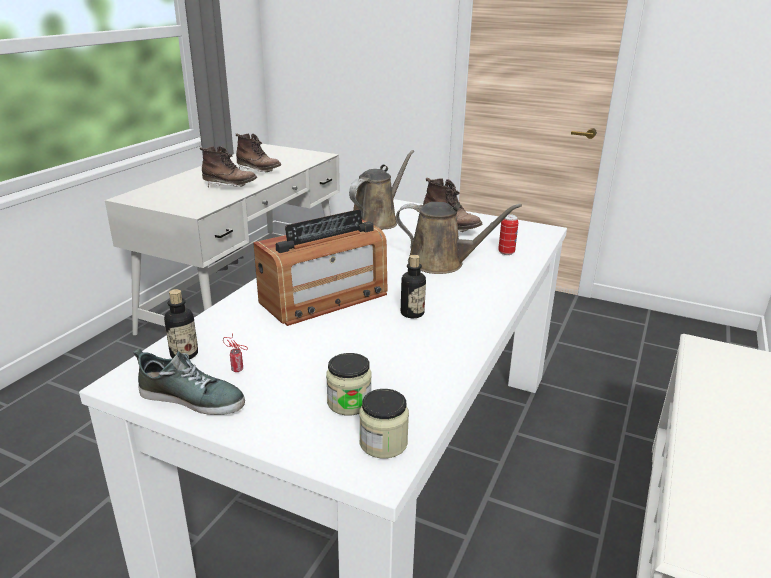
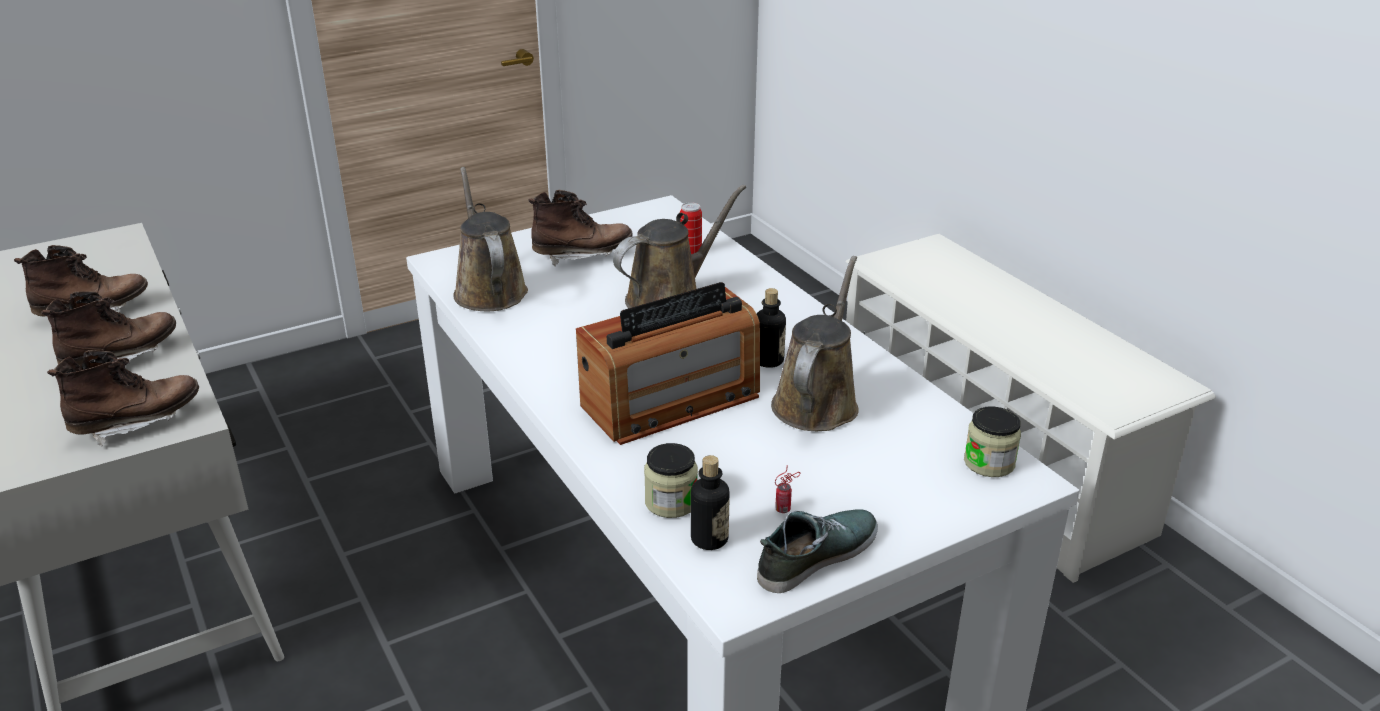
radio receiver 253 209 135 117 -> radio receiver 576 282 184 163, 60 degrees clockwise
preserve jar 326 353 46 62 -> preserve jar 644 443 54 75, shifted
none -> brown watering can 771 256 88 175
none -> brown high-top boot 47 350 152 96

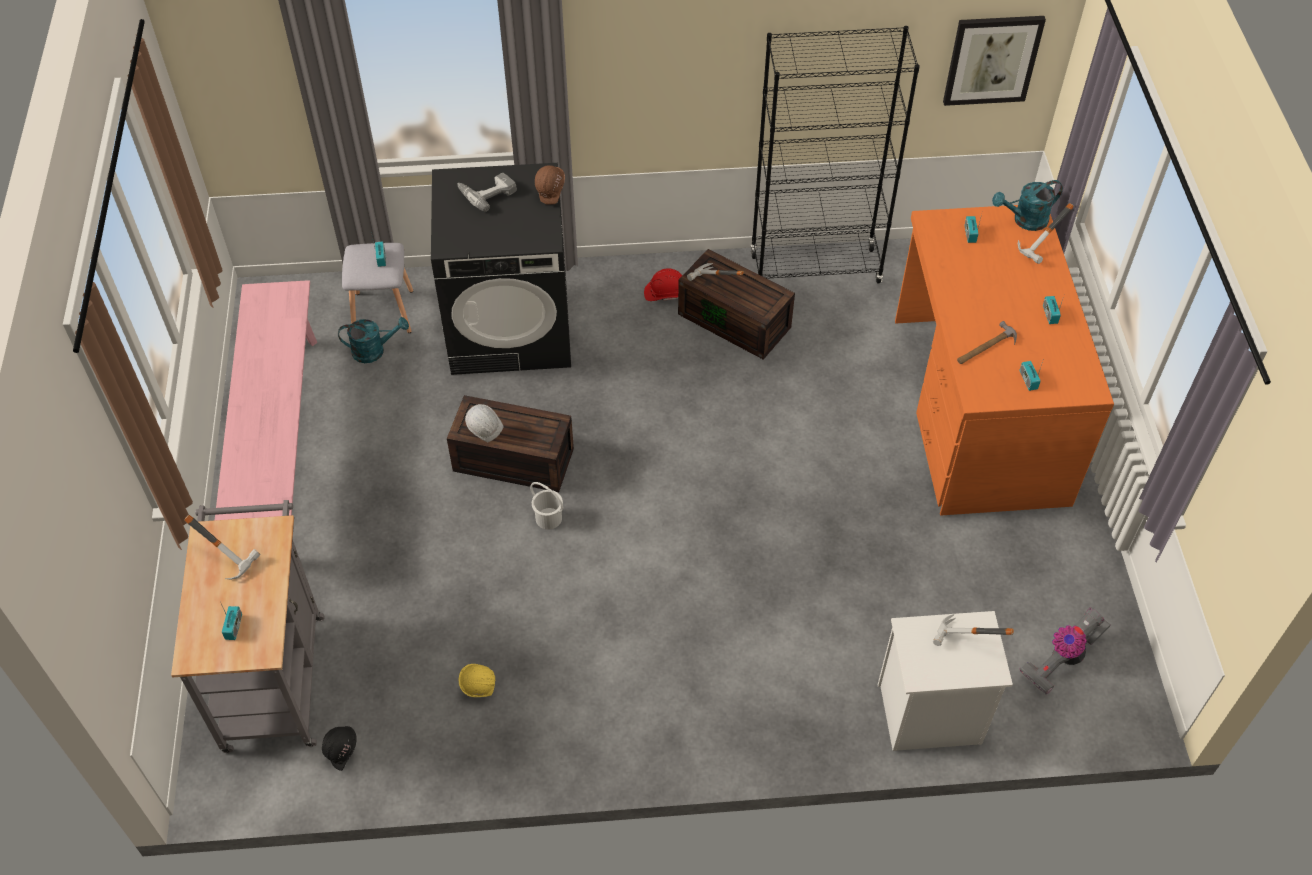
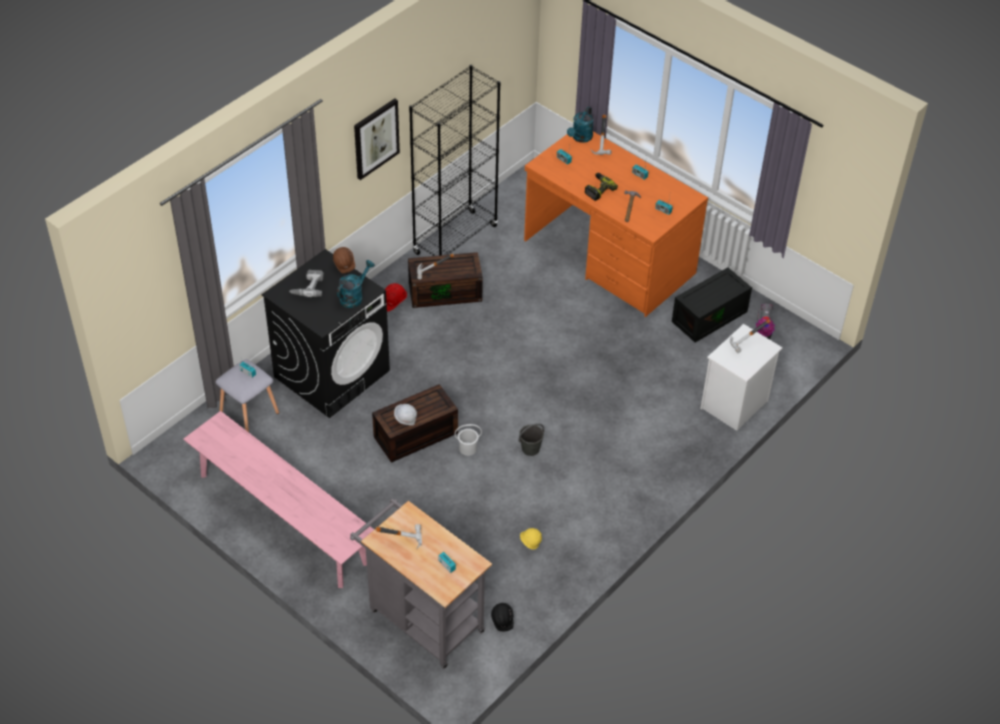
wall art 943 16 103 90 -> wall art 354 98 46 82, shifted
blue-green watering can 338 317 71 46 -> blue-green watering can 337 260 38 48, shifted
none -> electric drill 585 173 33 28
none -> black storage container 672 267 80 76
none -> greyish bucket 519 423 25 33

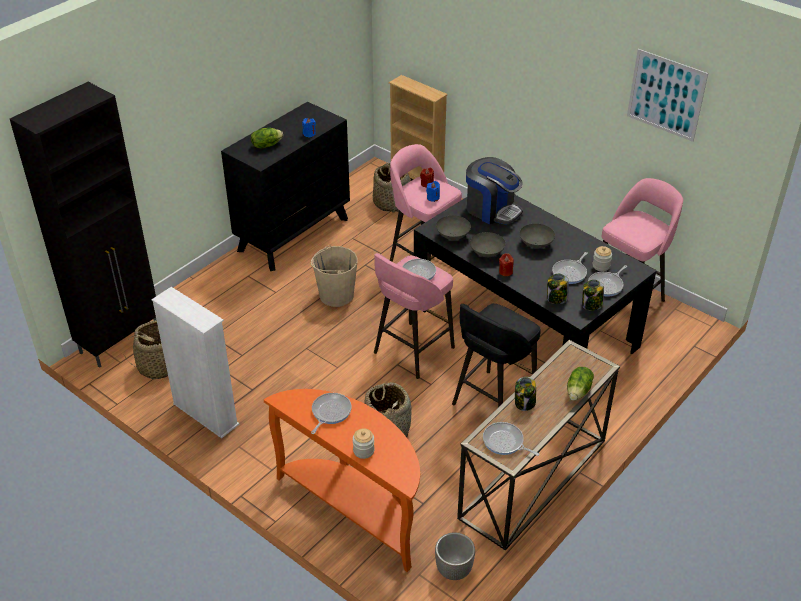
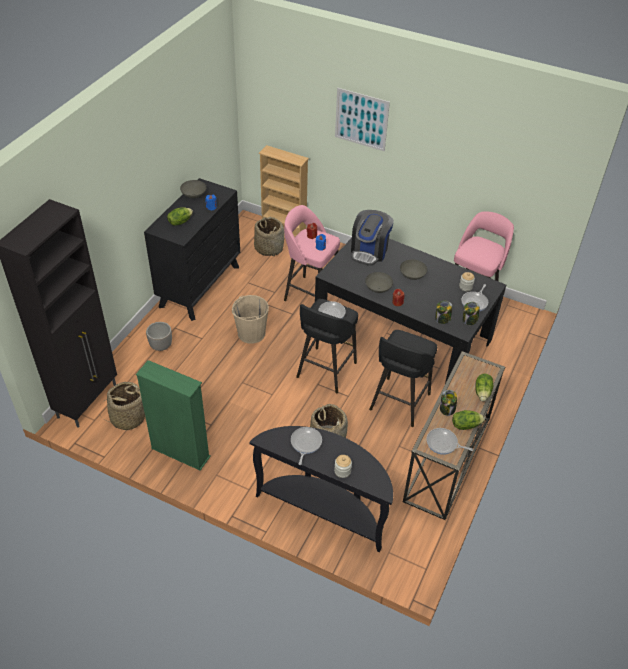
wall art 627 49 81 93 -> wall art 335 88 55 63, shifted
coffee maker 466 157 57 67 -> coffee maker 351 210 43 56, 90 degrees clockwise
greyish bowl 436 216 35 24 -> greyish bowl 180 180 27 18, shifted
pan 552 252 36 32 -> none
pink stool seat 374 253 81 126 -> black stool seat 296 299 62 95
white-coloured bookshelf 151 287 88 151 -> green bookshelf 136 360 75 111
orange-coloured hall table 264 389 156 183 -> black hall table 249 426 144 126
plant pot 435 532 40 48 -> plant pot 146 322 26 29, shifted
none -> head of lettuce 452 410 33 20

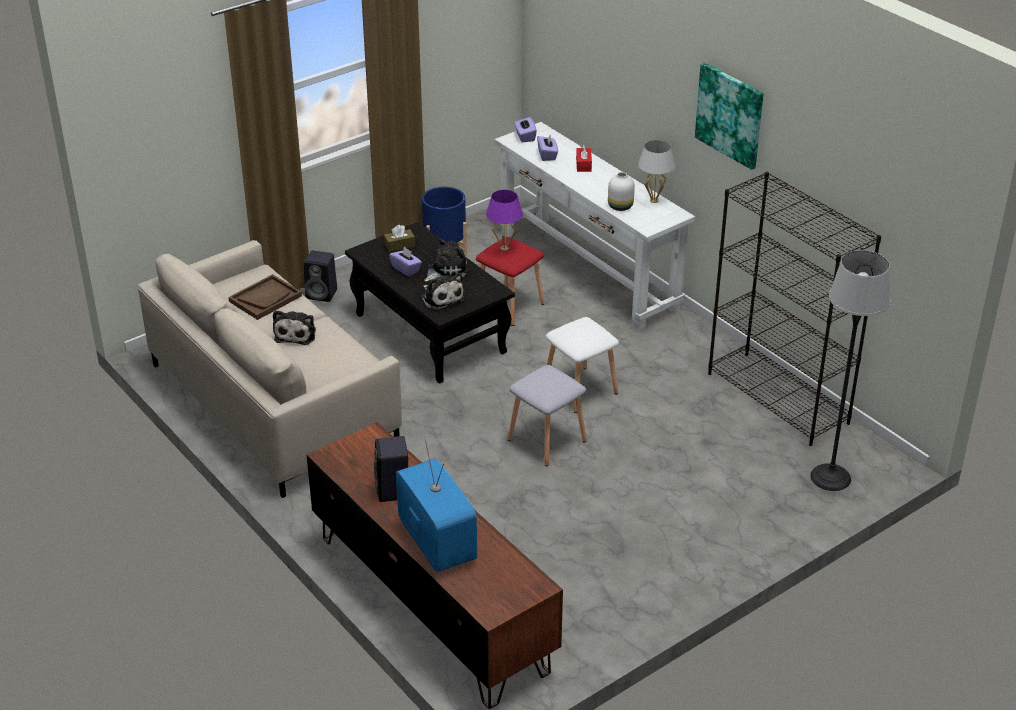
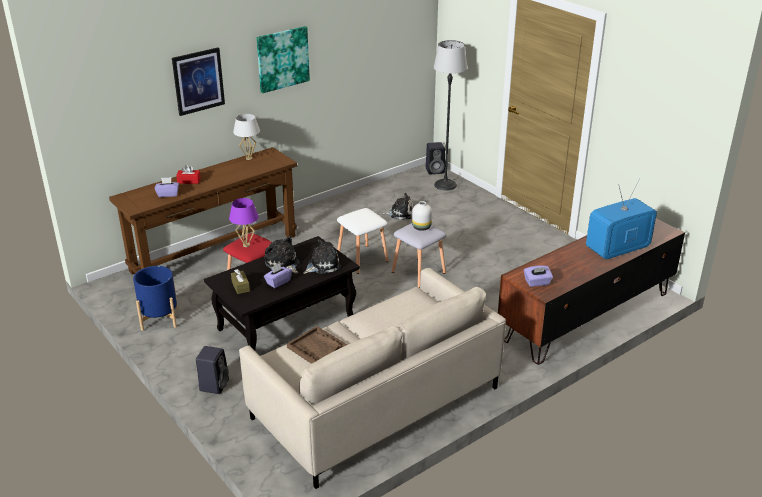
purple tissue holder 514 117 23 26 -> purple tissue holder 524 265 29 22, shifted
white-coloured hall table 495 122 200 208 -> brown hall table 109 147 188 128
white-coloured decorative vase 608 172 27 39 -> white-coloured decorative vase 412 201 20 30, shifted
black bookshelf 708 172 173 274 -> none
plush toy 273 310 43 35 -> plush toy 382 193 31 27, shifted
black speaker 374 436 34 66 -> black speaker 426 142 19 32, shifted
none -> wall art 172 48 53 68

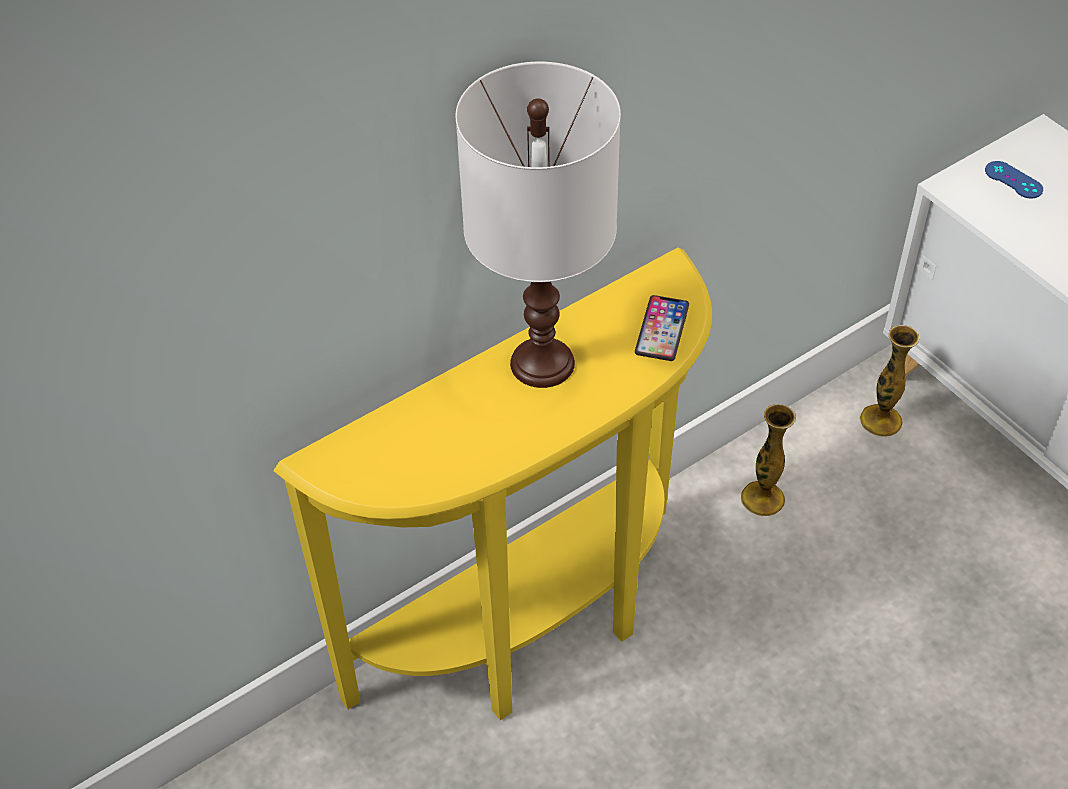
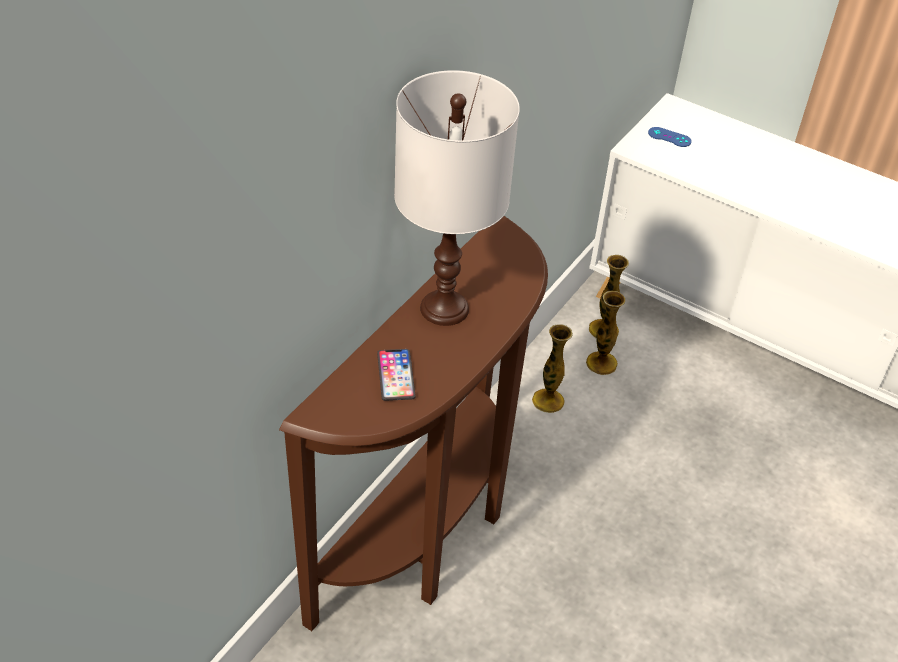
yellowish hall table 273 247 439 473 -> brown hall table 279 216 269 415
phone 635 295 54 66 -> phone 377 349 39 52, shifted
none -> decorative vase 586 291 39 84

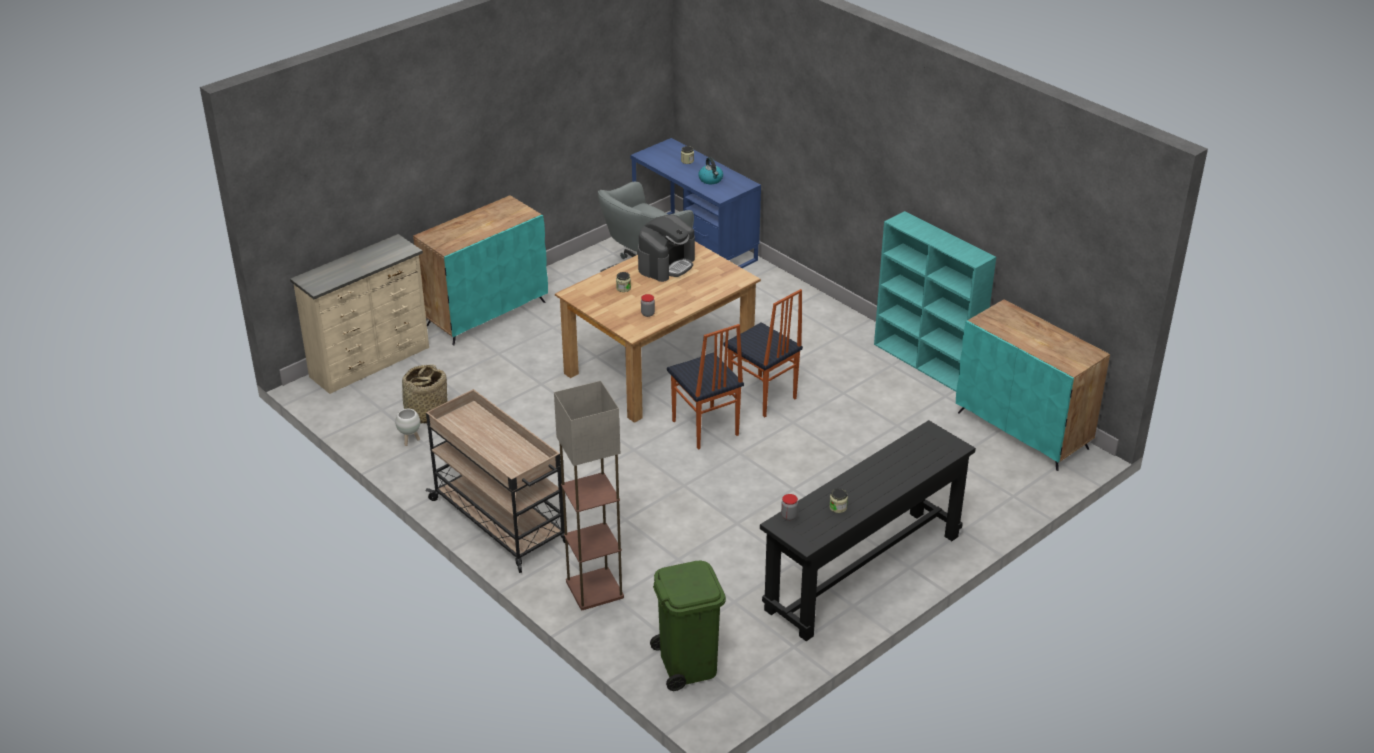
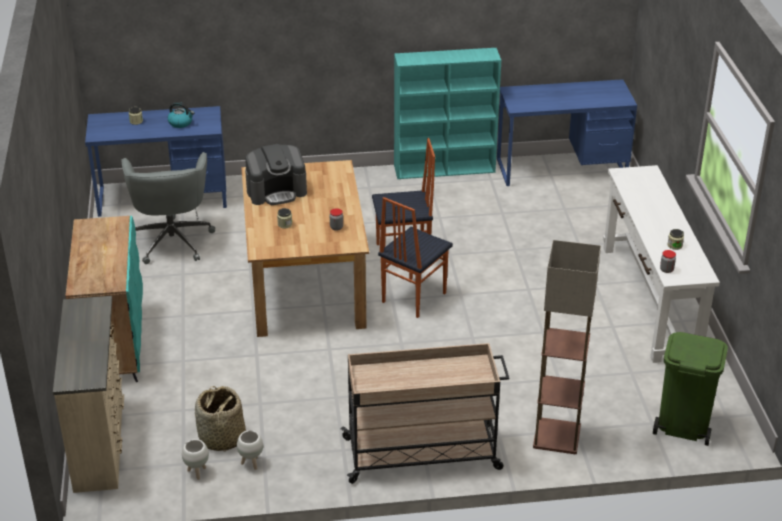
coffee maker 638 215 57 67 -> coffee maker 245 144 62 61, 90 degrees clockwise
blue-green cabinet 956 299 154 172 -> blue-coloured desk unit 497 79 140 107
chair 667 324 77 126 -> chair 378 197 75 121, 120 degrees clockwise
black hall table 760 420 216 221 -> white-coloured hall table 603 165 117 198
none -> white-coloured plant pot 182 439 27 41

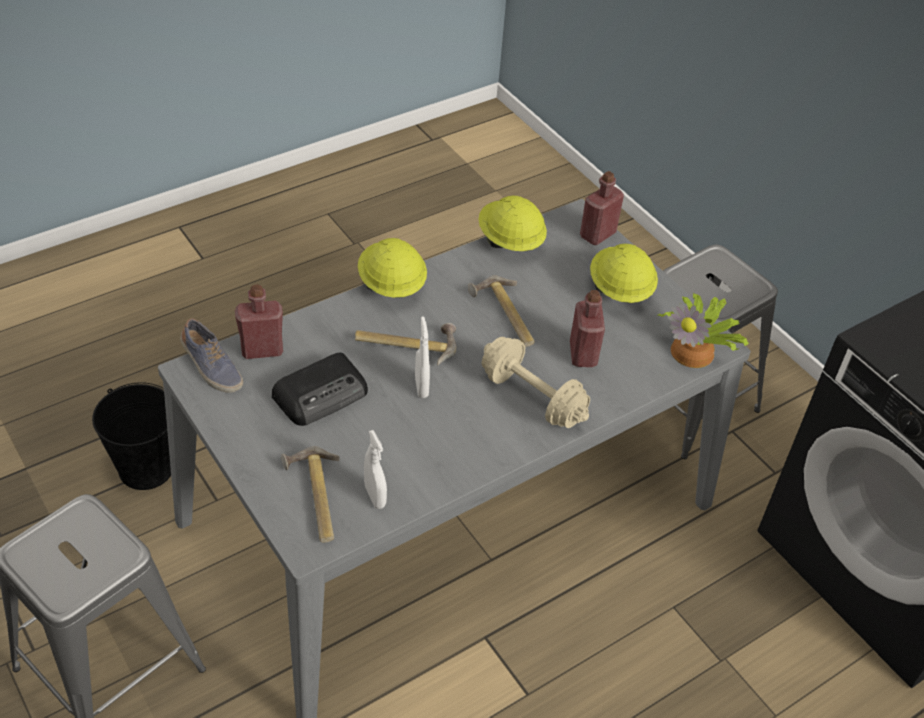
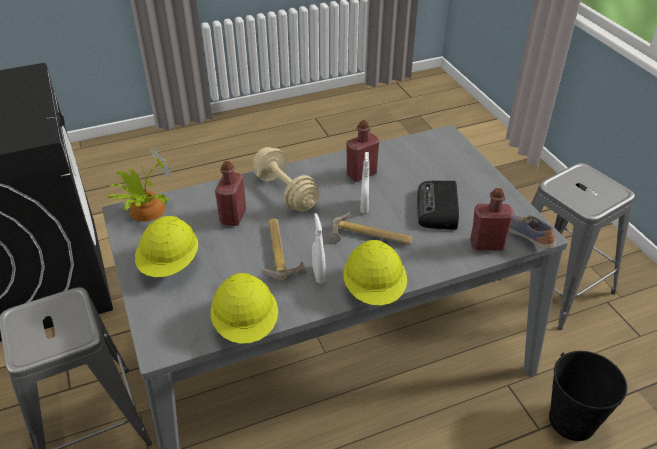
red-coloured drink bottle 580 171 44 74 -> red-coloured drink bottle 346 120 33 62, shifted
radio receiver 272 352 96 74 -> radio receiver 417 181 42 49, 60 degrees counterclockwise
white-coloured sprayer 364 430 23 79 -> white-coloured sprayer 312 213 14 70, shifted
hammer 281 446 59 96 -> none

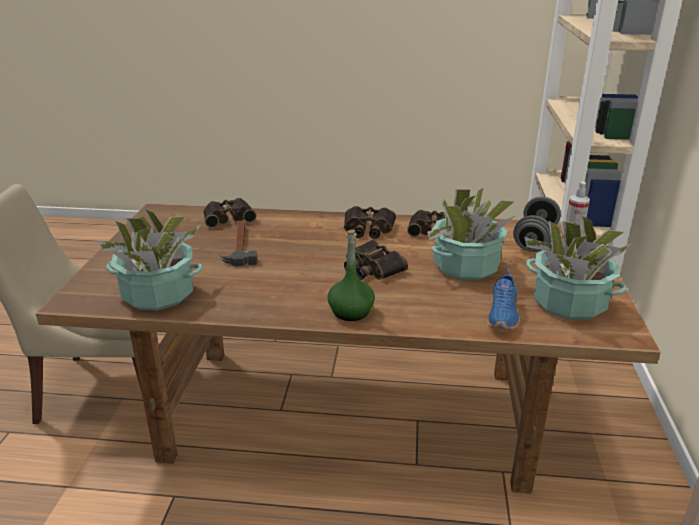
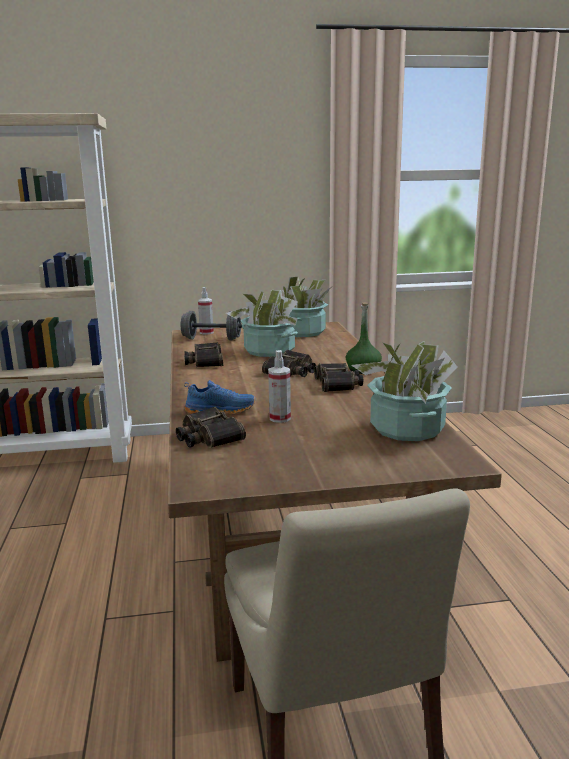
binoculars 344 206 52 33 -> binoculars 314 363 49 29, shifted
hammer 220 220 38 46 -> sprayer 268 350 23 73
blue-coloured low shoe 487 269 32 61 -> blue-coloured low shoe 184 380 72 34, shifted

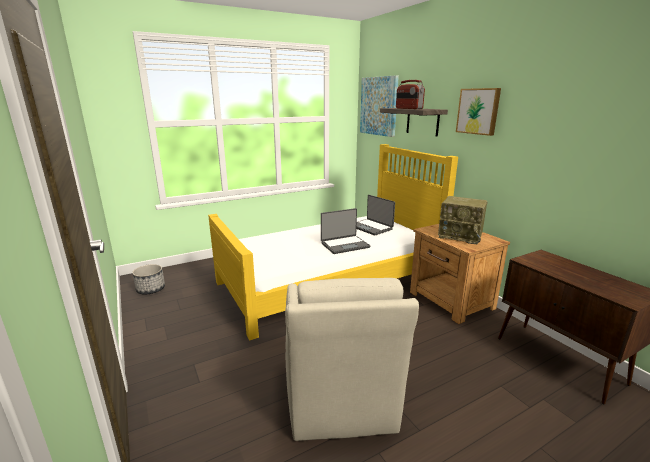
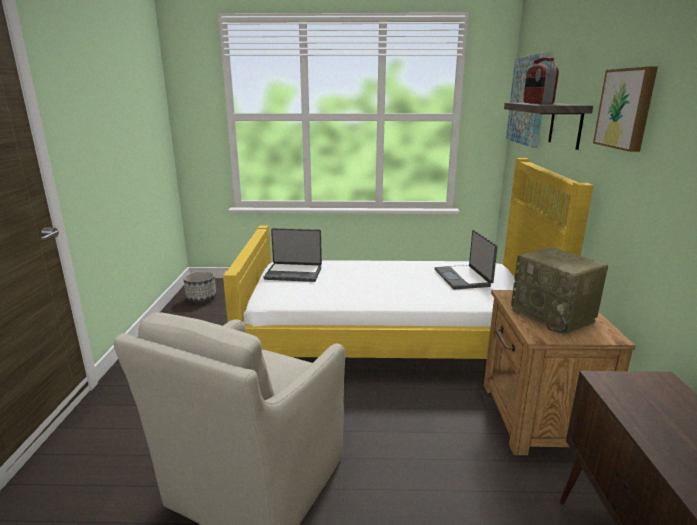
portable computer 321 208 49 46 -> portable computer 264 228 58 54, shifted

